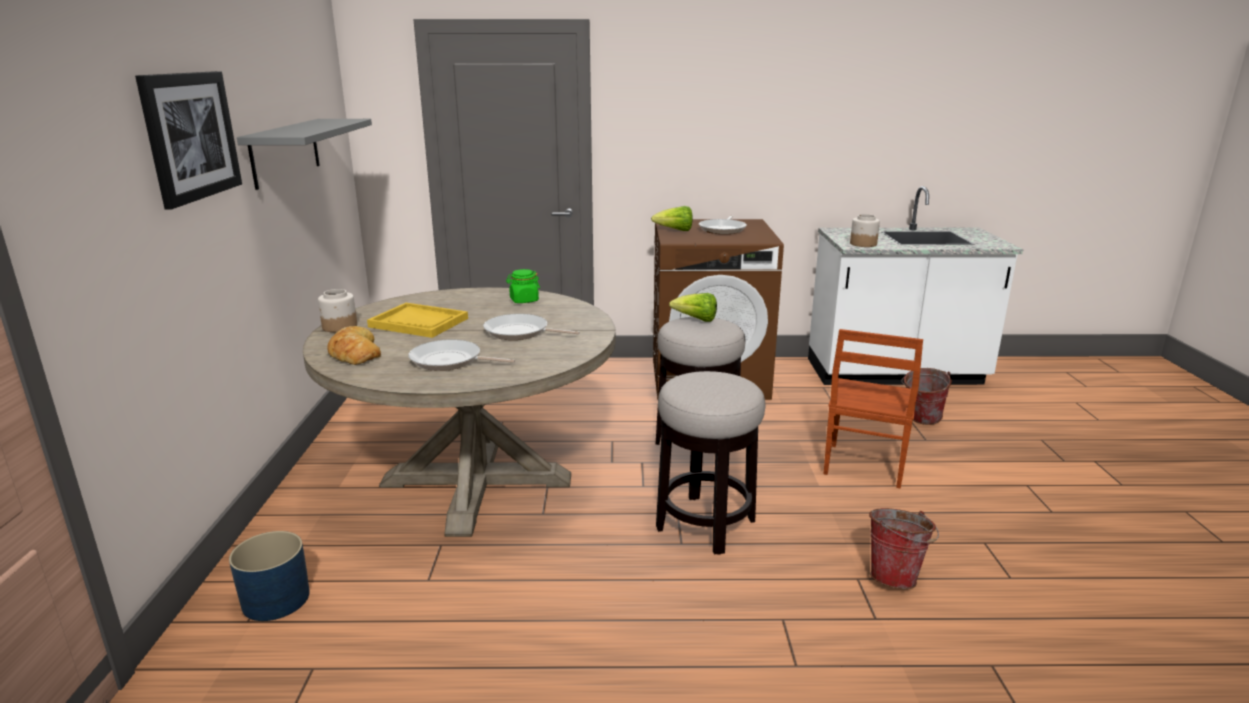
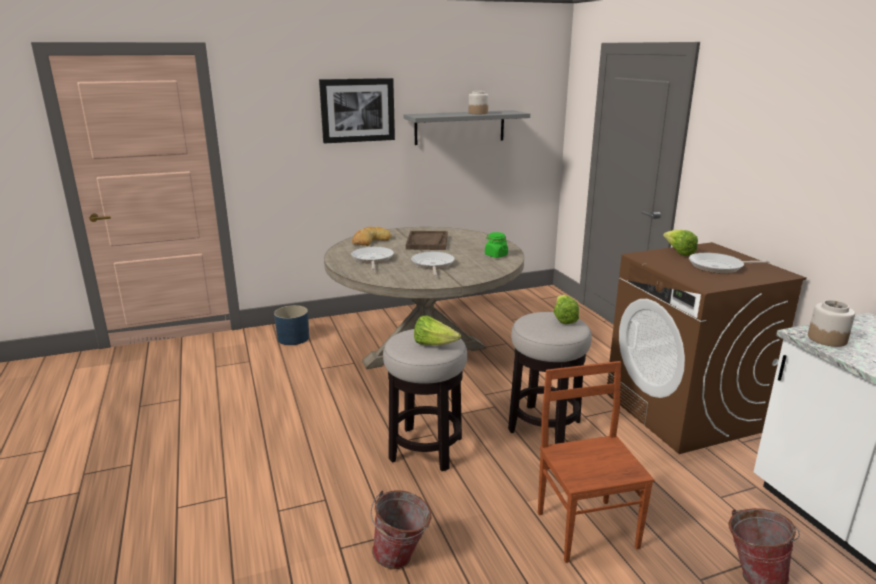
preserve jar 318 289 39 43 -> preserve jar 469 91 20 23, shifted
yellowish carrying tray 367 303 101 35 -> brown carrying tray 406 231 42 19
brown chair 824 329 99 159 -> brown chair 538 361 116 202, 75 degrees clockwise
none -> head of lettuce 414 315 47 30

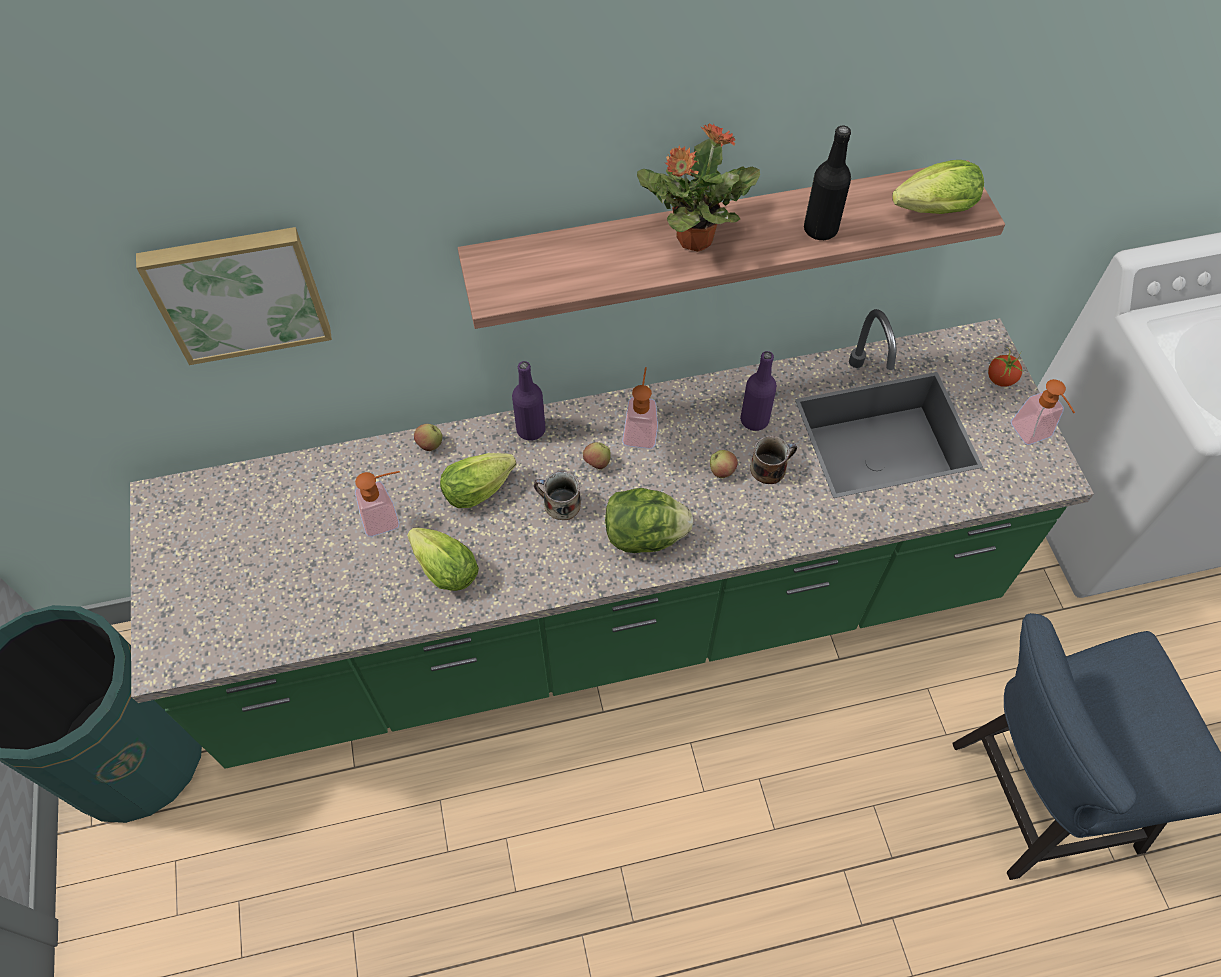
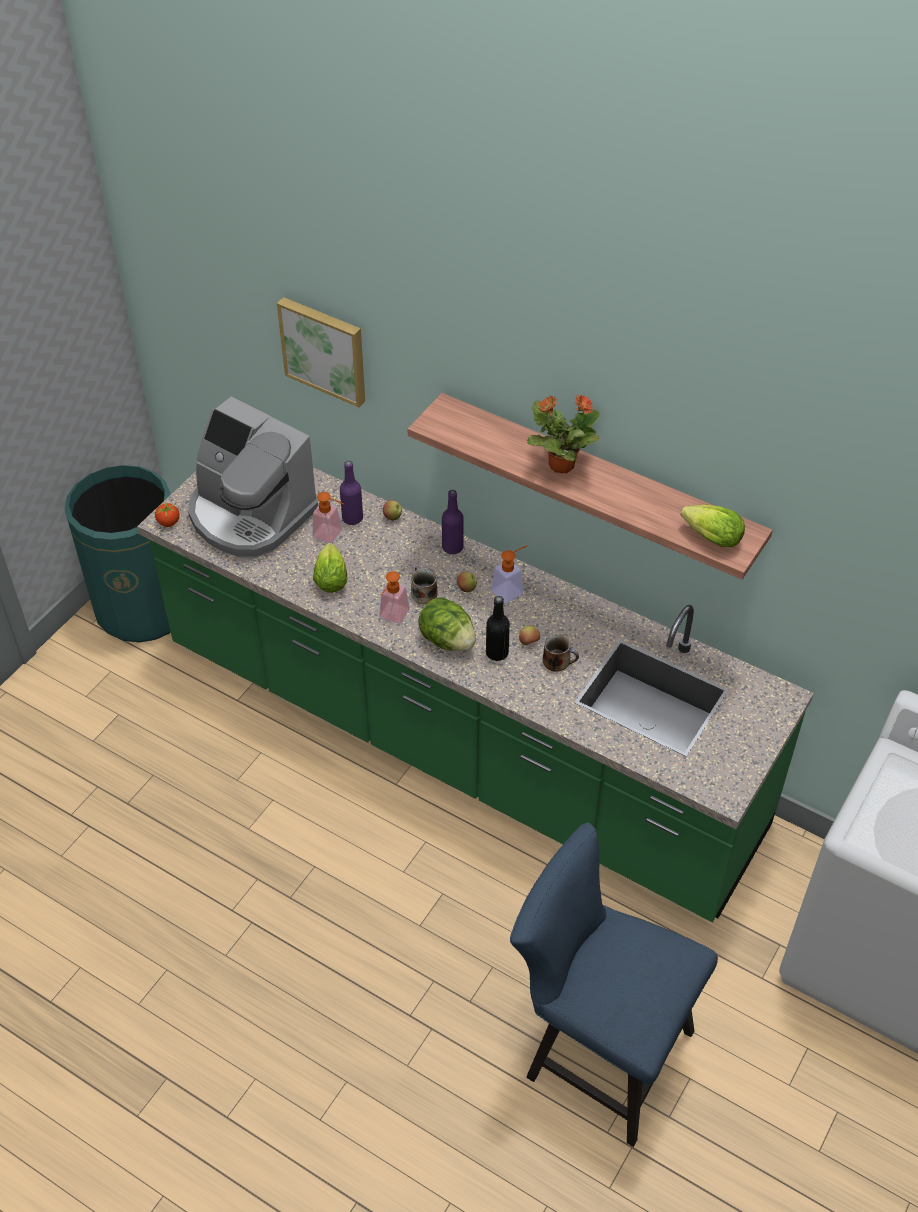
black drink bottle 804 126 47 115 -> black drink bottle 486 596 24 65, shifted
tomato 988 347 34 40 -> tomato 155 501 24 26, shifted
purple drink bottle 740 351 37 80 -> purple drink bottle 340 461 23 64, shifted
liquid soap bottle 1011 379 64 66 -> liquid soap bottle 379 571 31 53, shifted
head of lettuce 440 453 76 55 -> none
none -> coffee maker 188 396 130 162

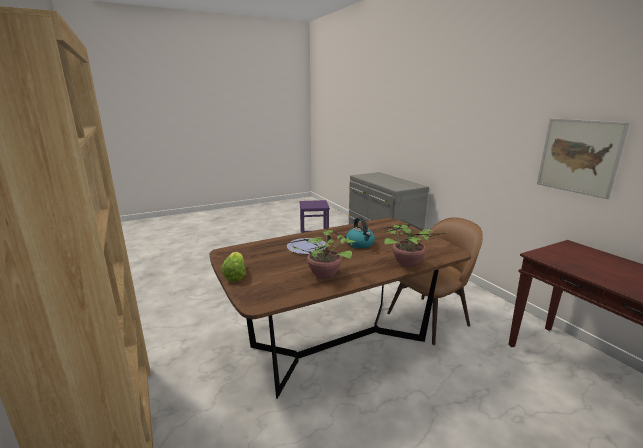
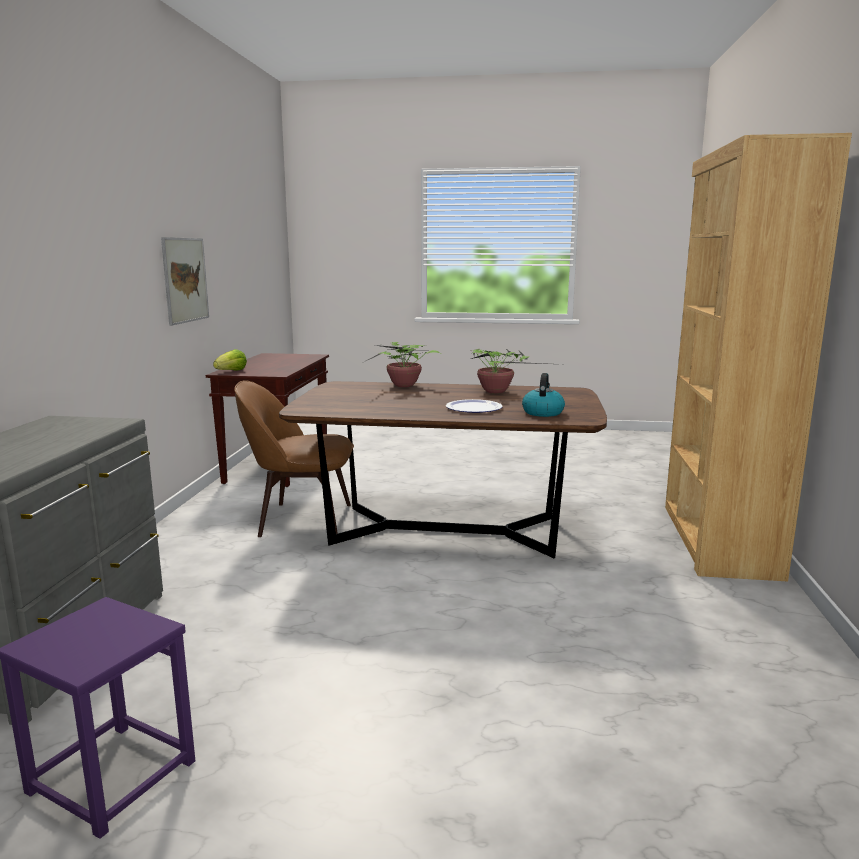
kettle 346 217 29 31 -> kettle 522 373 43 44, shifted
head of lettuce 221 252 25 30 -> head of lettuce 213 349 34 22, shifted

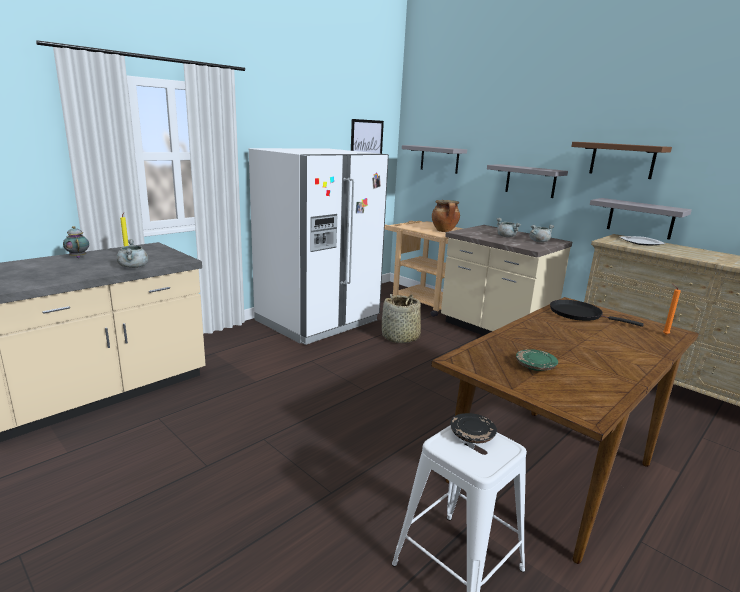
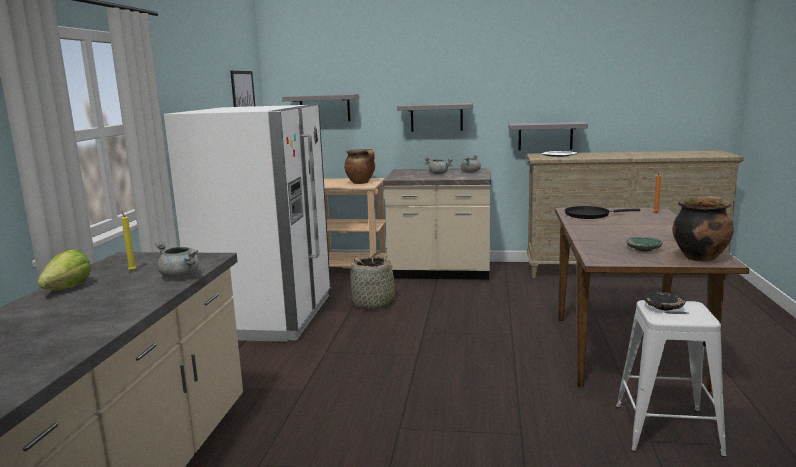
brown wall shelf 571 142 101 37 -> none
pot for tea 63 226 26 32 -> head of lettuce 37 249 54 41
none -> cooking pot 672 196 62 66

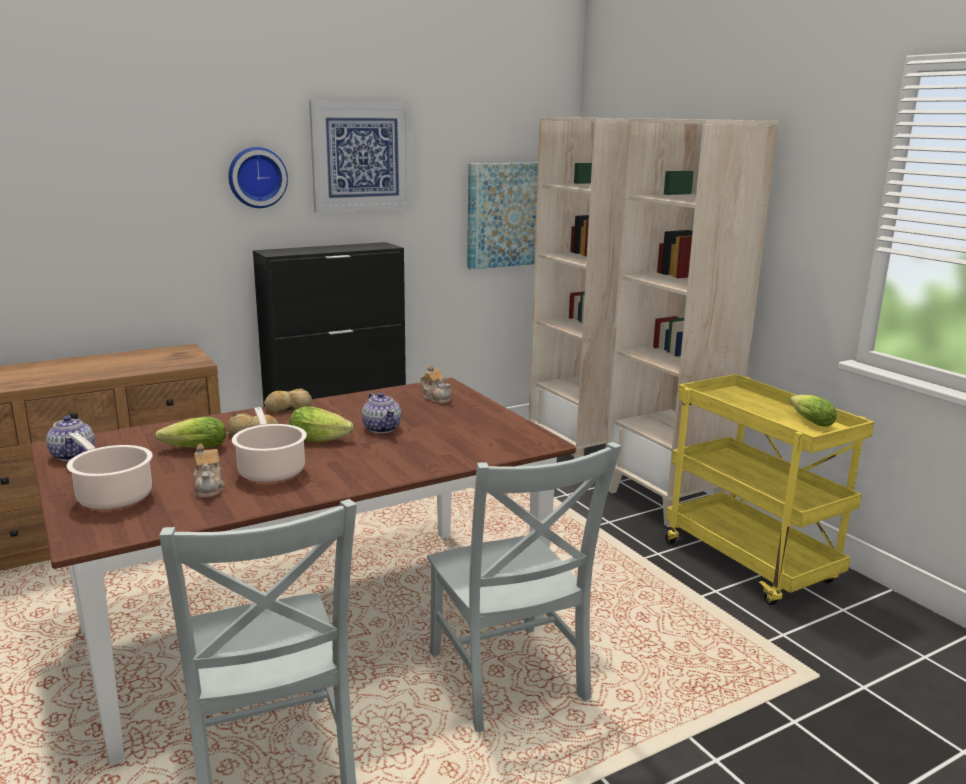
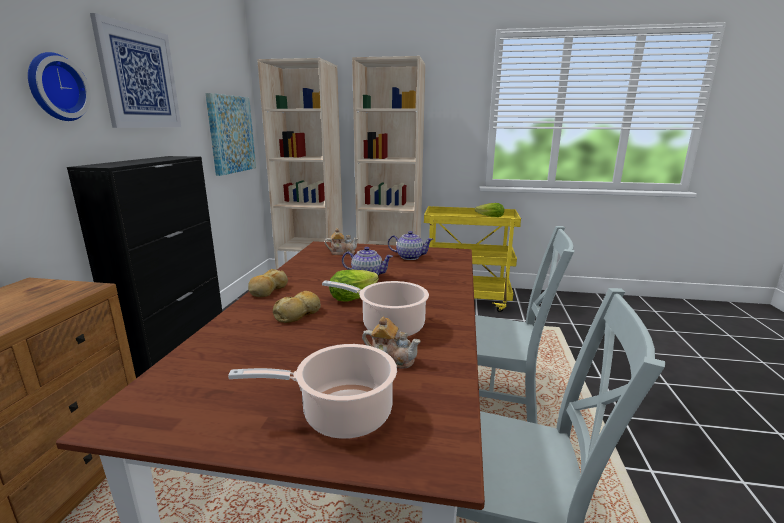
pot for tea 46 415 49 46 -> pot for tea 388 231 45 29, shifted
head of lettuce 156 417 70 31 -> none

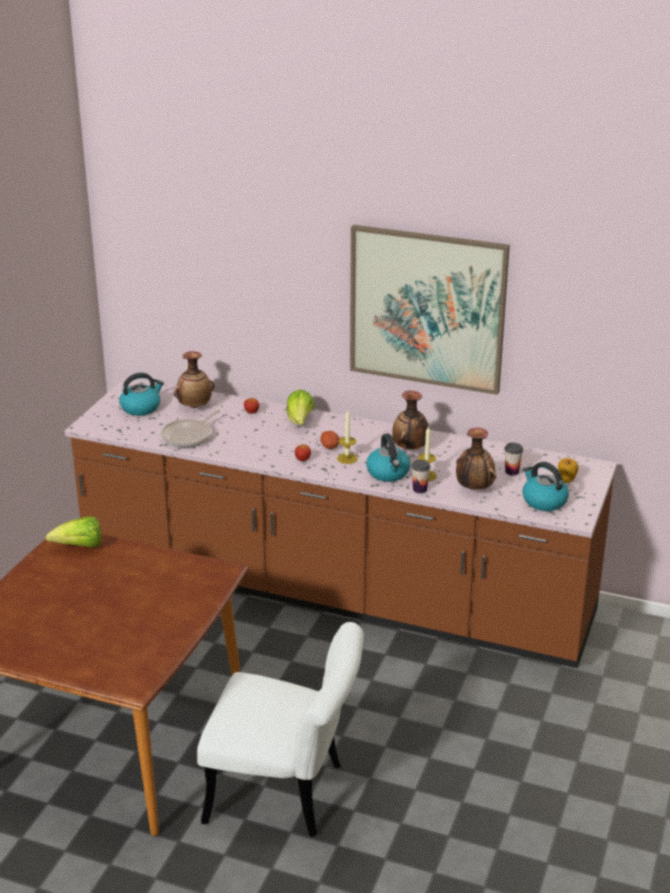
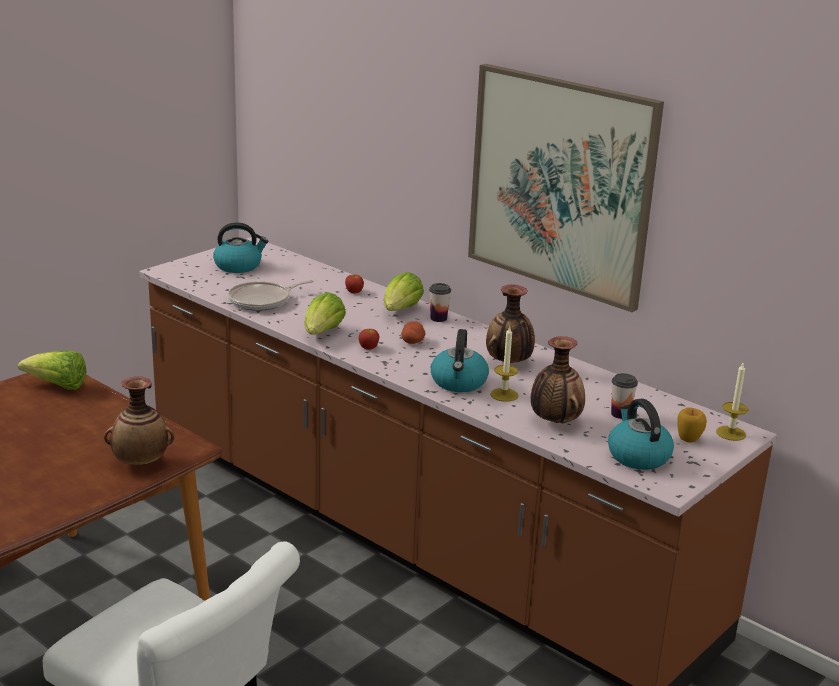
decorative vase 174 351 40 57 -> decorative vase 104 377 70 88, shifted
wax candle 337 411 21 53 -> wax candle 716 363 32 78, shifted
cup 411 460 19 33 -> cup 429 283 22 39, shifted
none -> head of lettuce 305 292 41 43

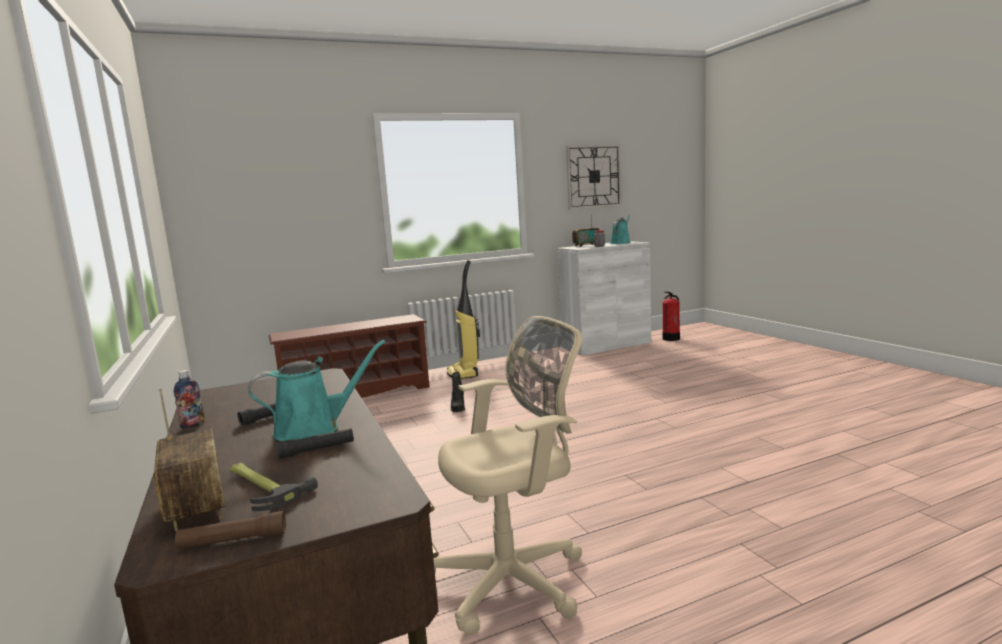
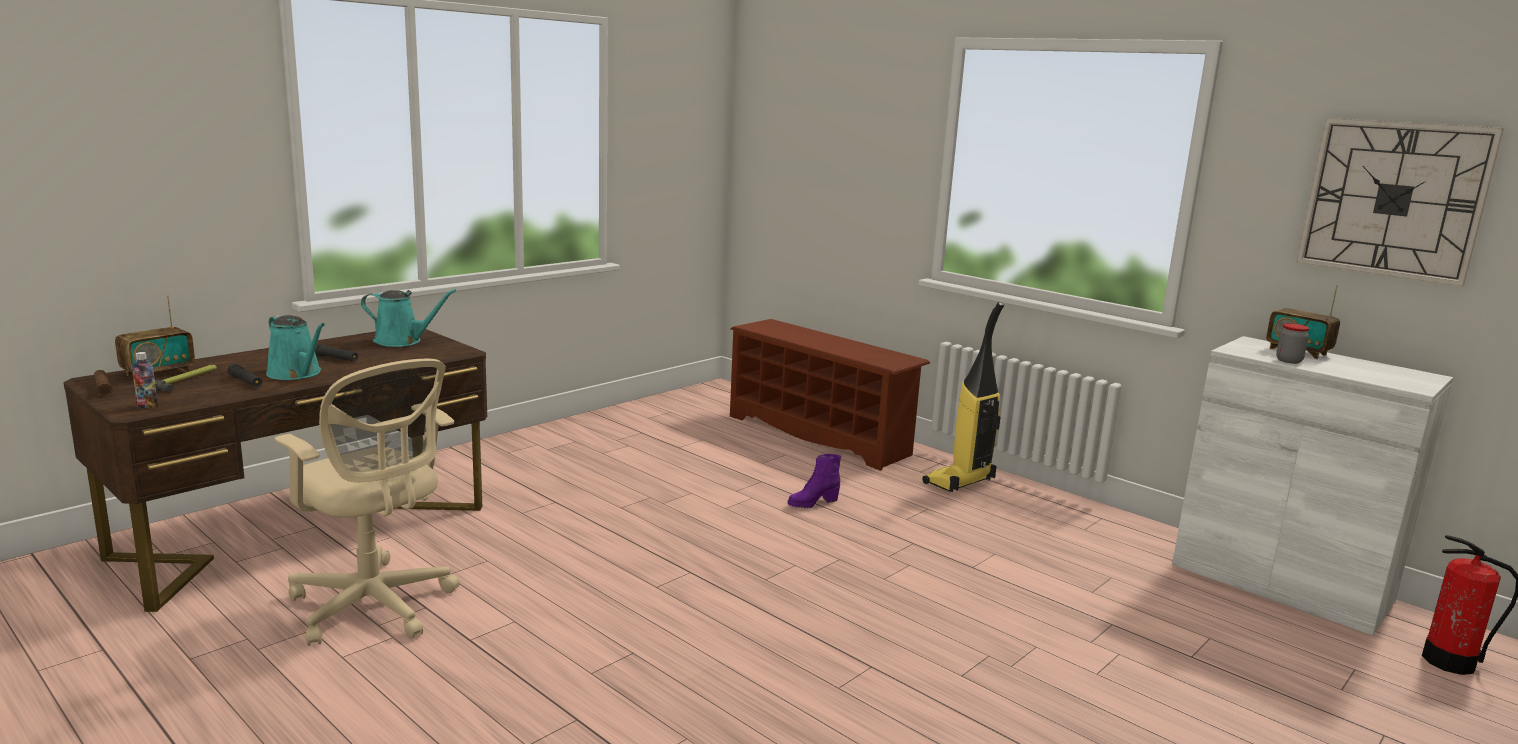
blue-green watering can 609 215 21 29 -> blue-green watering can 361 289 95 58, shifted
drink bottle 174 370 30 59 -> drink bottle 132 352 26 57, shifted
black high-top boot 451 372 14 40 -> purple high-top boot 788 454 53 54

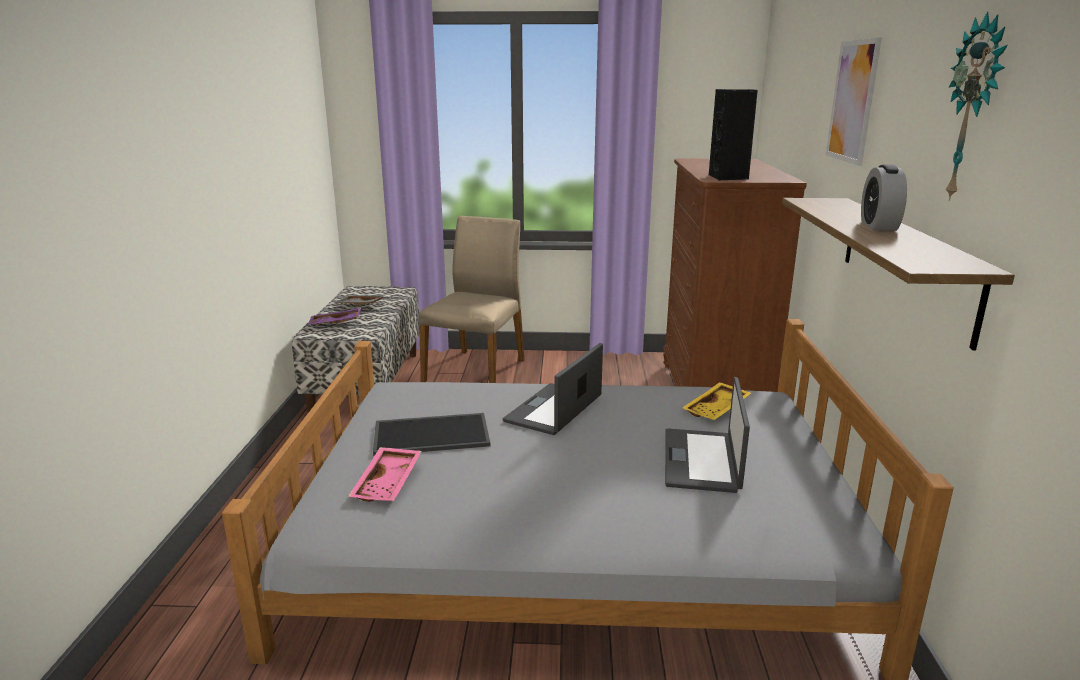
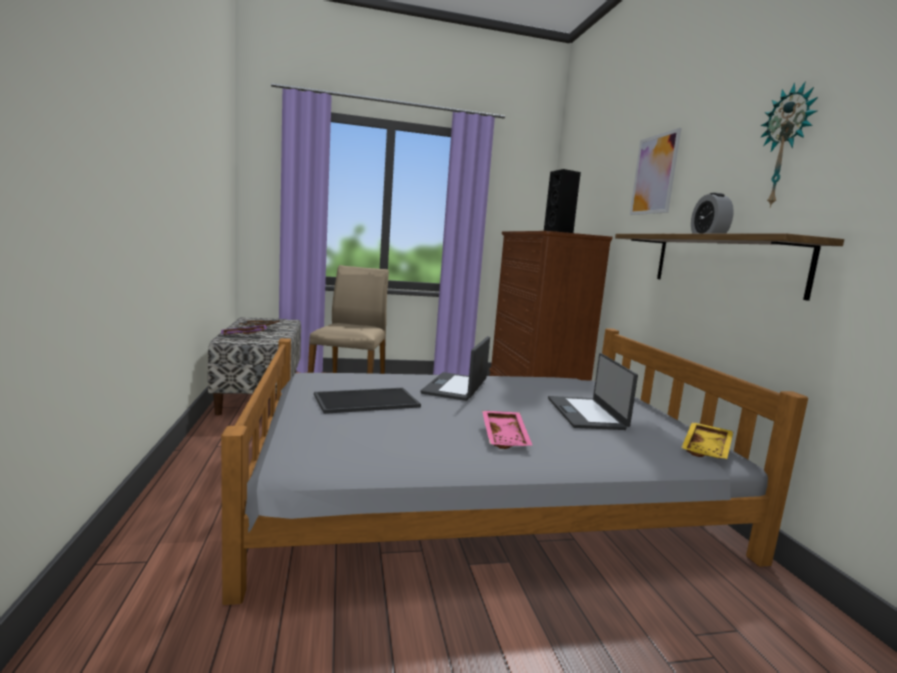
yellowish carrying tray 682 382 69 38 -> yellowish carrying tray 681 422 53 37, shifted
pink carrying tray 348 447 74 55 -> pink carrying tray 482 411 50 38, shifted

